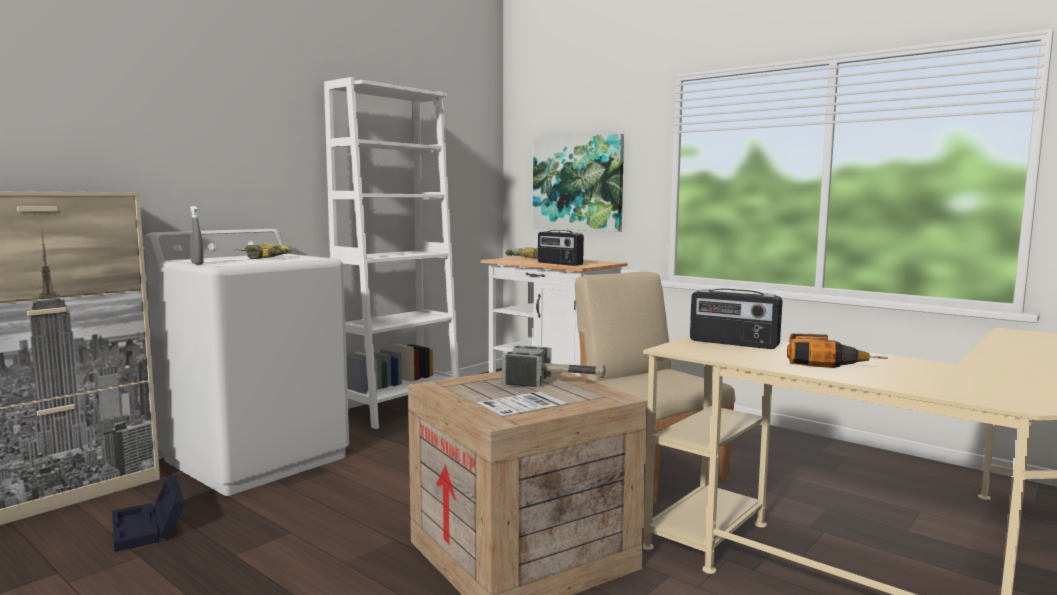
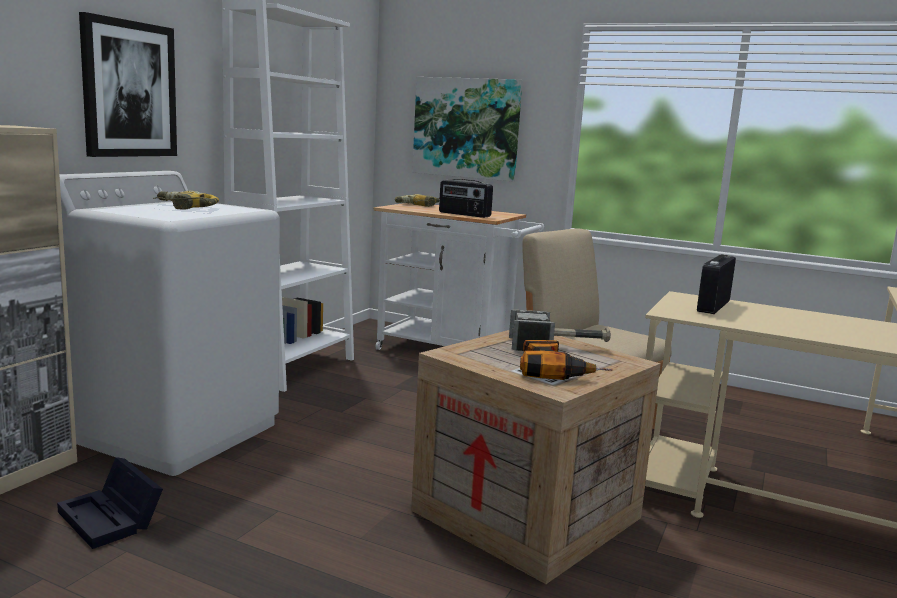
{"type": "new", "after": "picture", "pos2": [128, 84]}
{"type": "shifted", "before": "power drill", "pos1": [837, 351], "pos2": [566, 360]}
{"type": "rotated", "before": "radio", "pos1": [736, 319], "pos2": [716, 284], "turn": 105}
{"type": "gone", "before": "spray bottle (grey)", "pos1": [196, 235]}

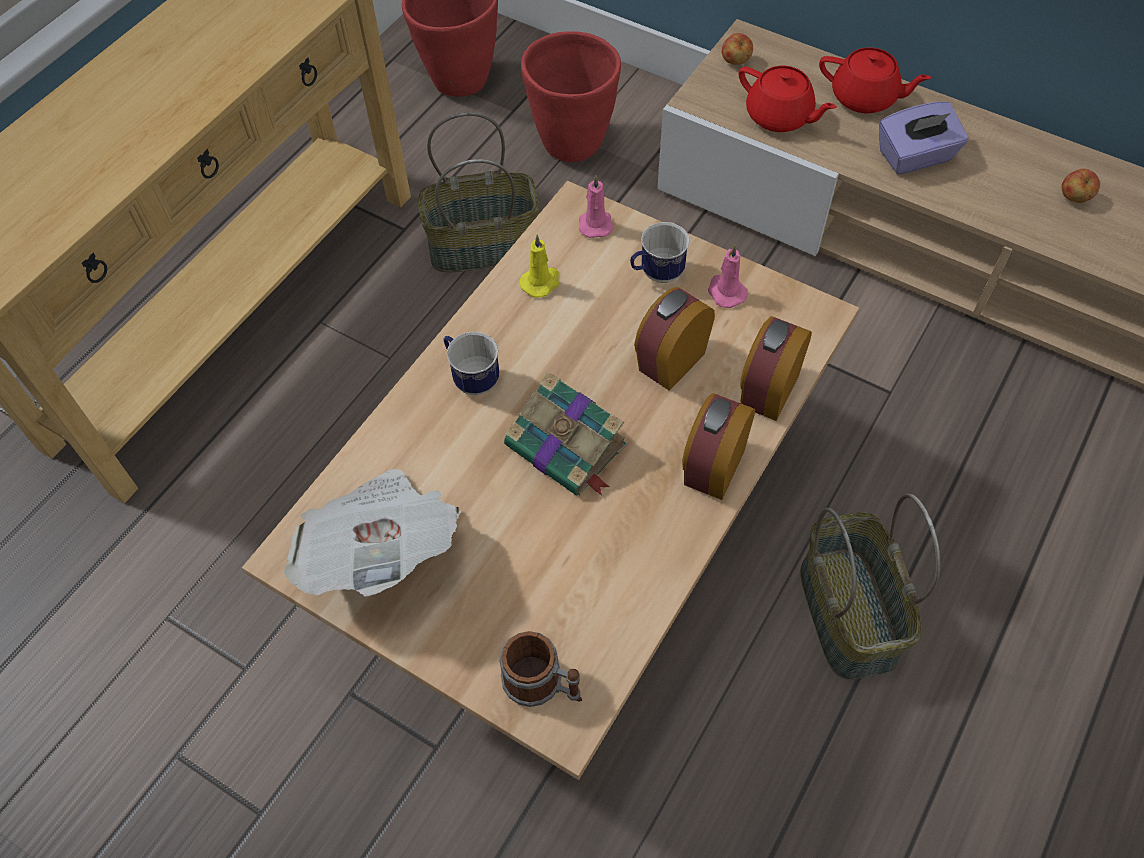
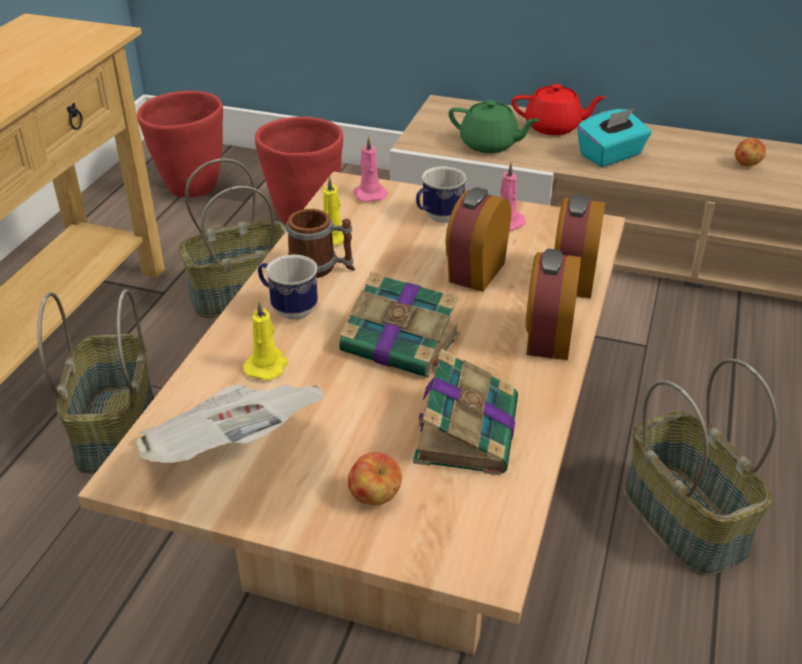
{"type": "new", "after": "basket", "pos2": [95, 381]}
{"type": "new", "after": "candle (yellow)", "pos2": [265, 340]}
{"type": "shifted", "before": "mug", "pos1": [541, 669], "pos2": [321, 243]}
{"type": "shifted", "before": "apple", "pos1": [737, 49], "pos2": [375, 478]}
{"type": "new", "after": "book", "pos2": [465, 412]}
{"type": "repainted", "before": "teapot (red)", "after": "teapot (green)", "pos1": [788, 99], "pos2": [494, 126]}
{"type": "repainted", "before": "tissue box (purple)", "after": "tissue box (turquoise)", "pos1": [924, 138], "pos2": [614, 137]}

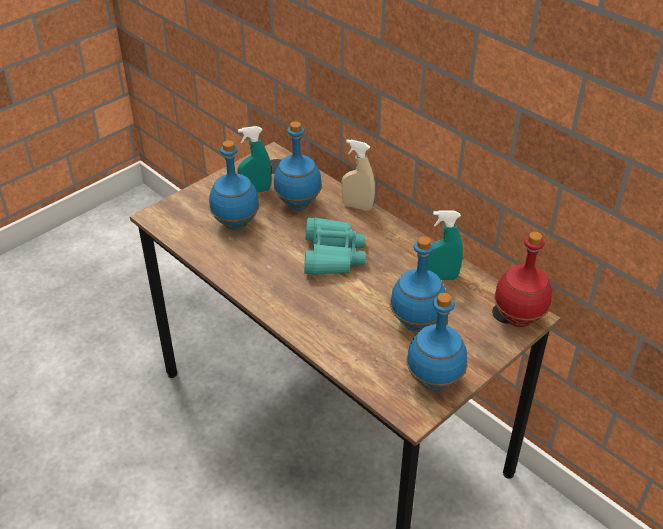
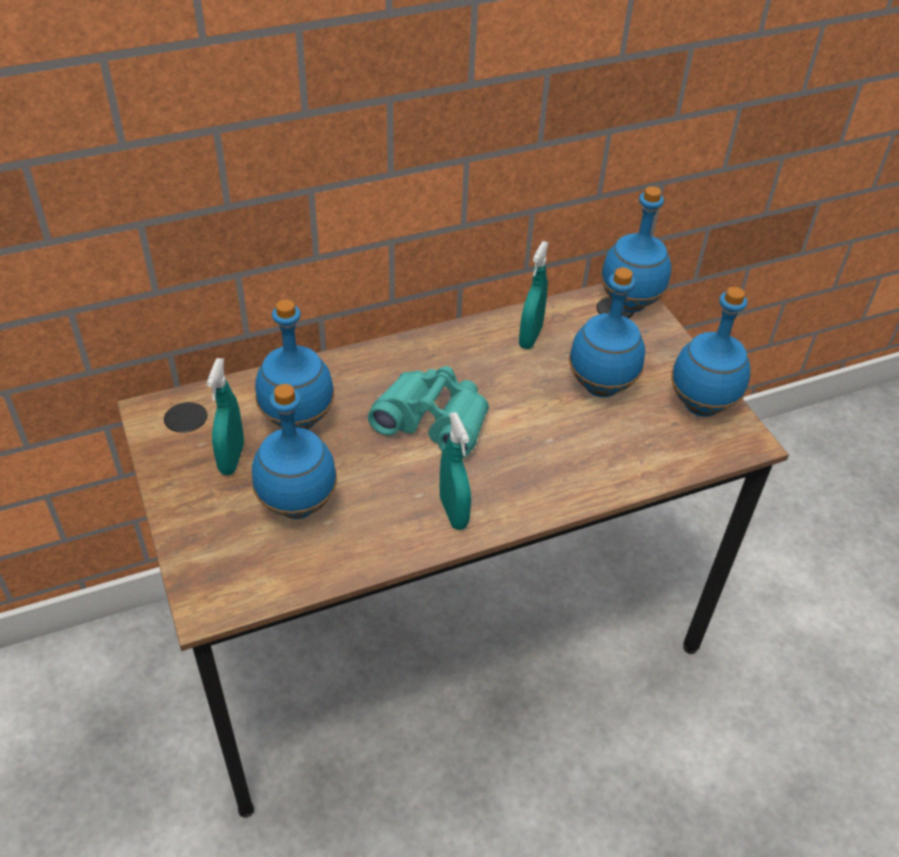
{"type": "new", "after": "spray bottle (turquoise)", "pos2": [455, 471]}
{"type": "repainted", "before": "bottle (red)", "after": "bottle (blue)", "pos1": [523, 279], "pos2": [636, 249]}
{"type": "gone", "before": "spray bottle (beige)", "pos1": [358, 175]}

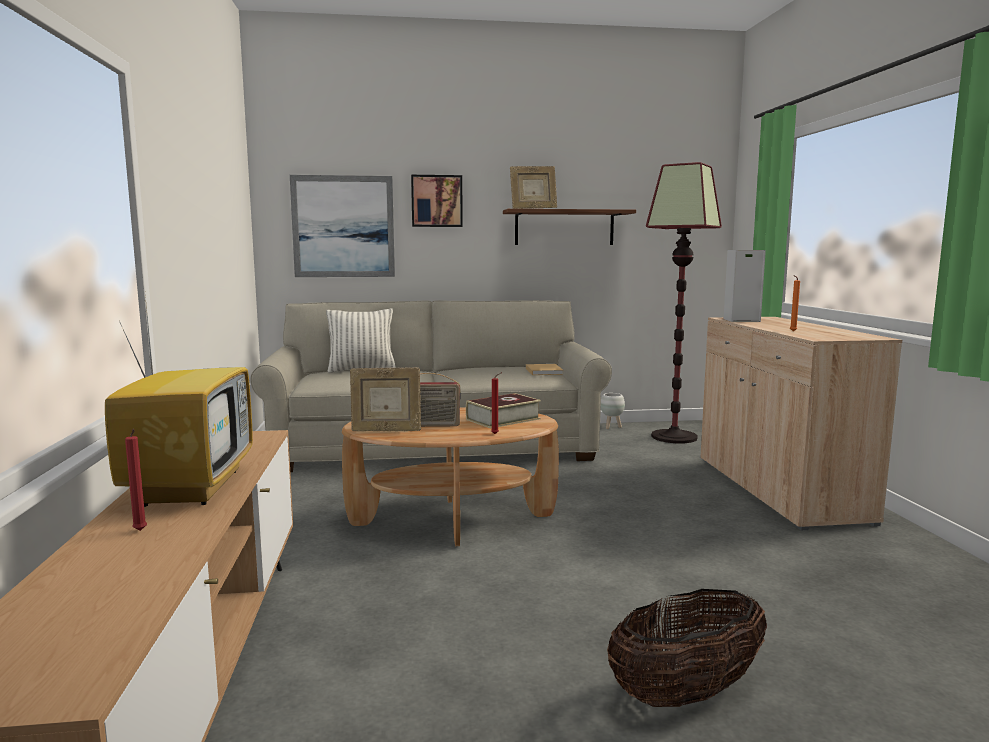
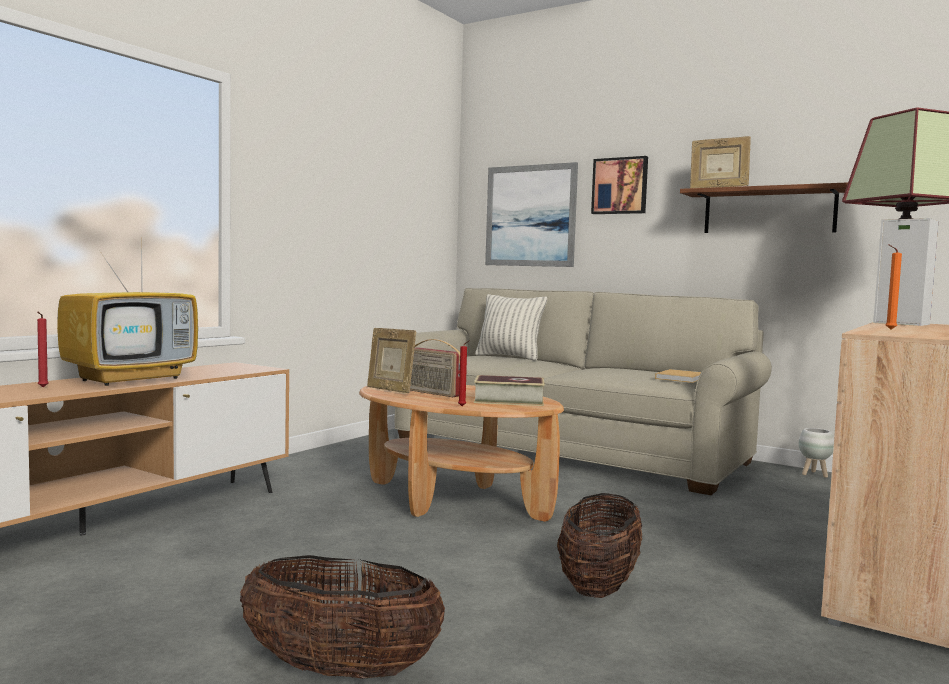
{"type": "new", "after": "basket", "pos2": [599, 545]}

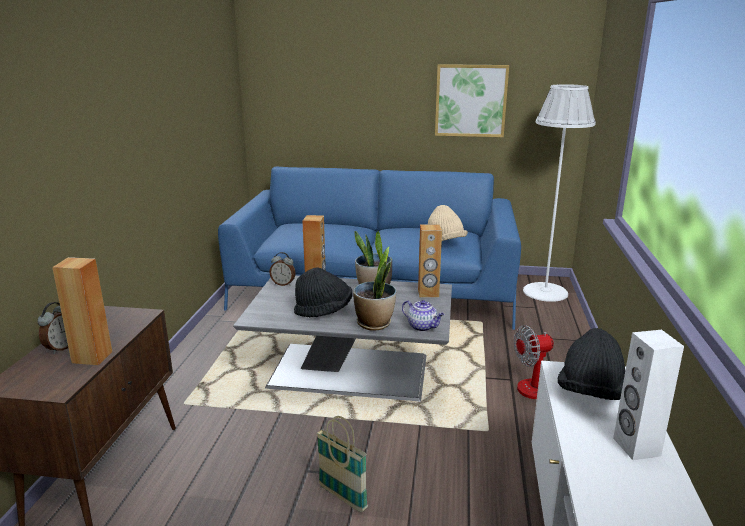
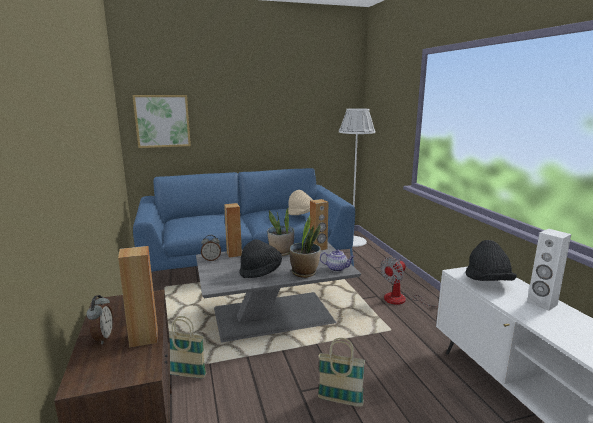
{"type": "shifted", "before": "picture", "pos1": [472, 100], "pos2": [162, 121]}
{"type": "new", "after": "basket", "pos2": [187, 347]}

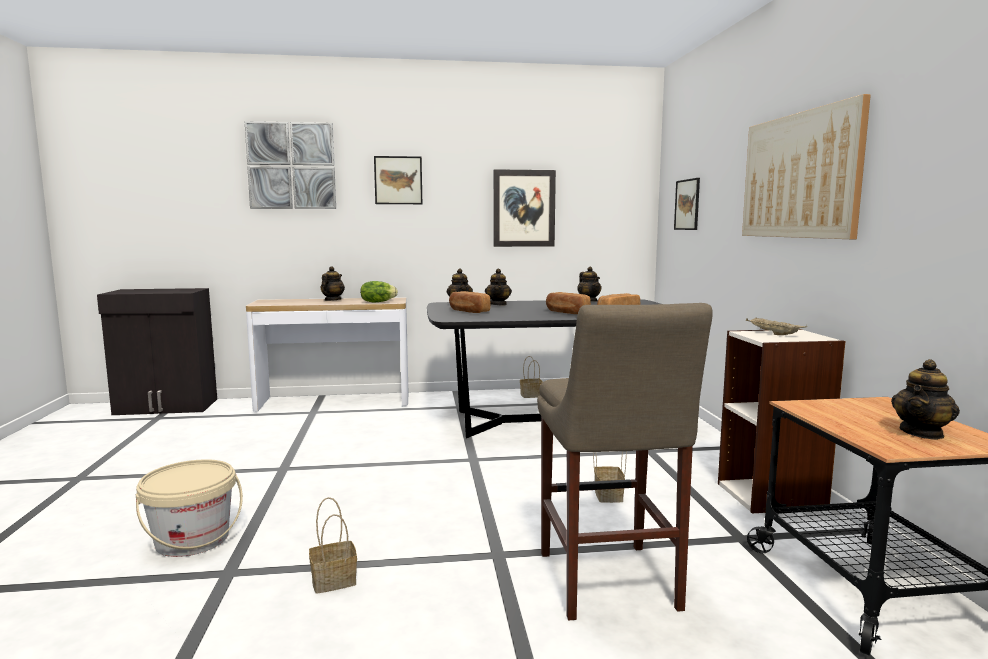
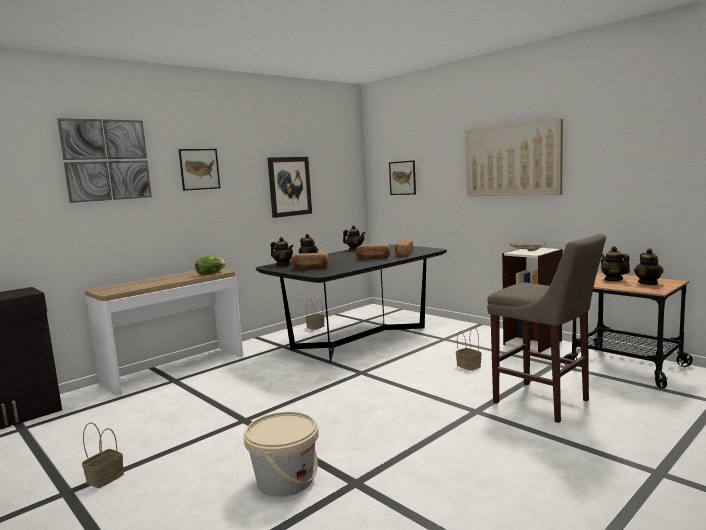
{"type": "shifted", "before": "basket", "pos1": [333, 545], "pos2": [103, 455]}
{"type": "shifted", "before": "teapot", "pos1": [333, 283], "pos2": [615, 263]}

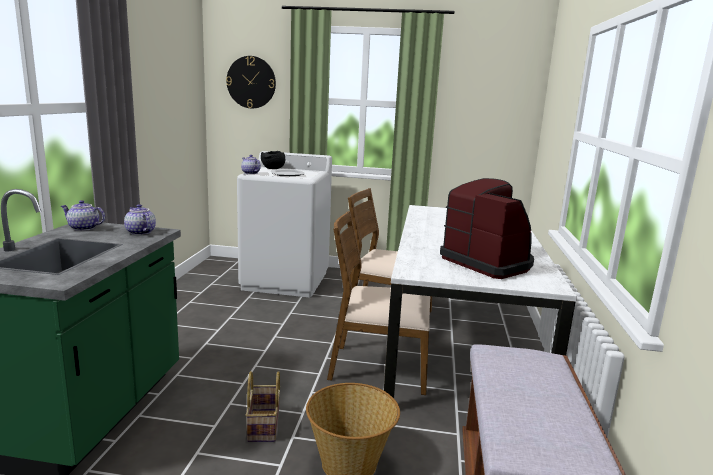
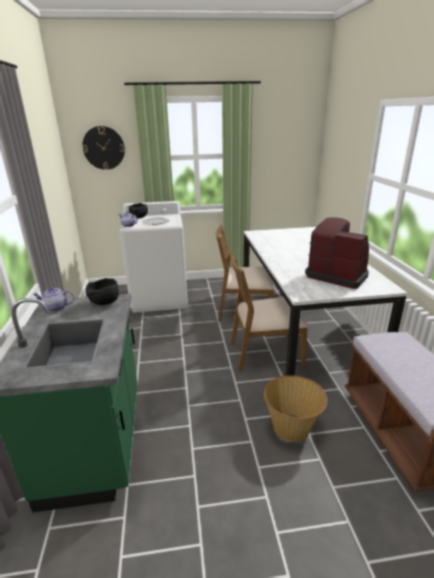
{"type": "swapped", "before": "teapot", "after": "bowl (black)", "pos1": [140, 219], "pos2": [102, 291]}
{"type": "gone", "before": "basket", "pos1": [263, 406]}

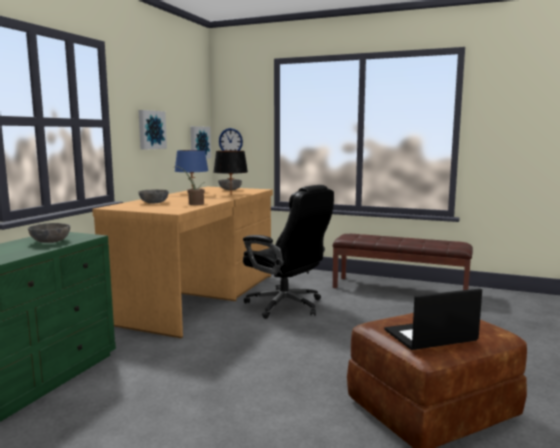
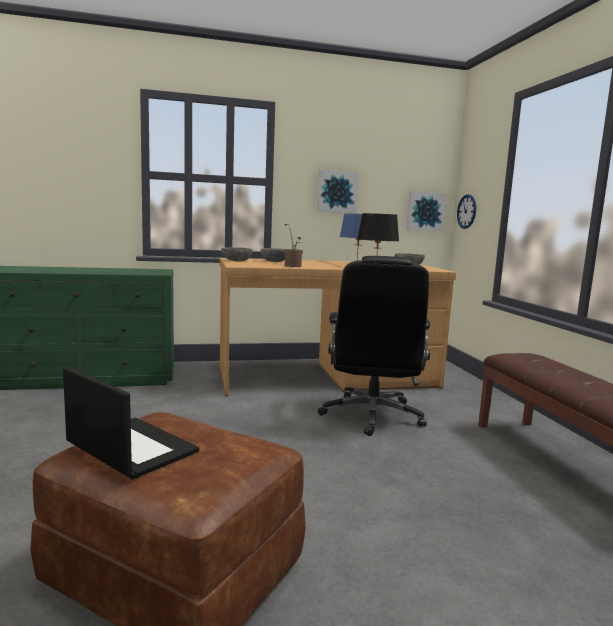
{"type": "shifted", "before": "bowl (grey)", "pos1": [49, 233], "pos2": [237, 254]}

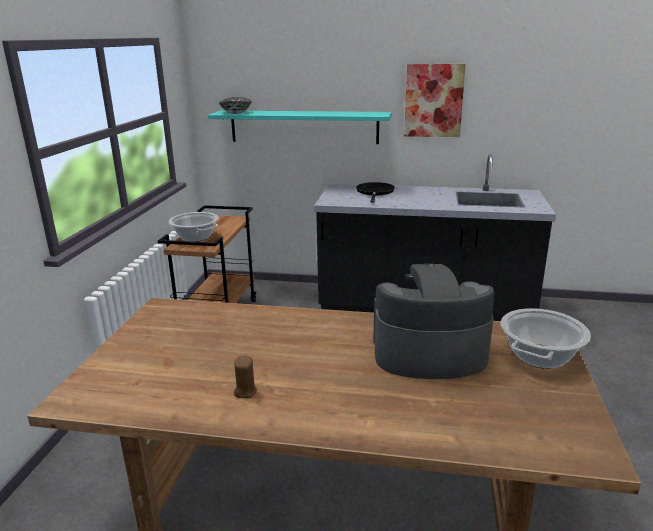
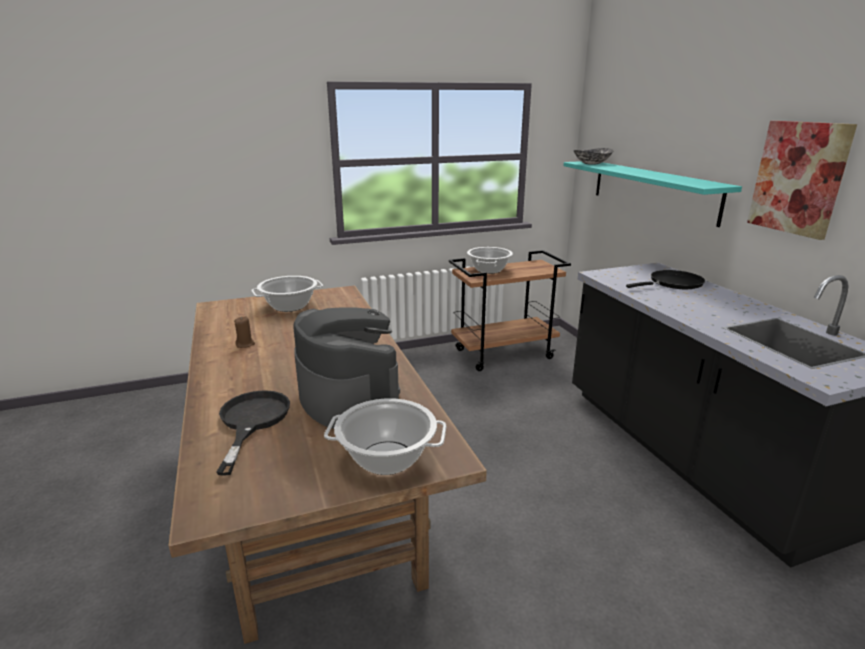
{"type": "new", "after": "frying pan (black)", "pos2": [253, 433]}
{"type": "new", "after": "cooking pot", "pos2": [287, 294]}

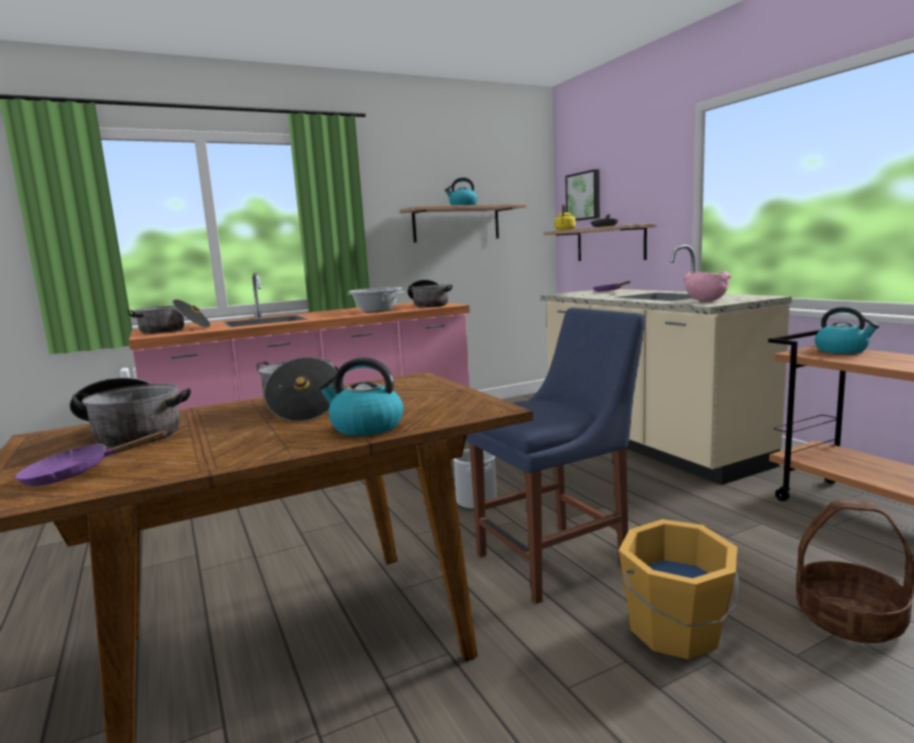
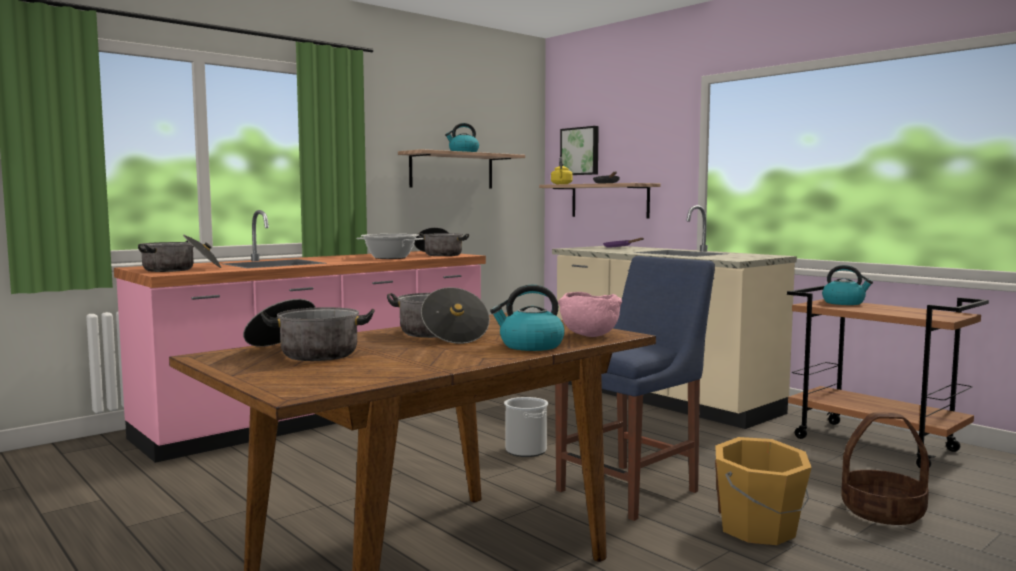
{"type": "shifted", "before": "bowl (pink)", "pos1": [707, 286], "pos2": [590, 314]}
{"type": "gone", "before": "frying pan (purple)", "pos1": [91, 458]}

